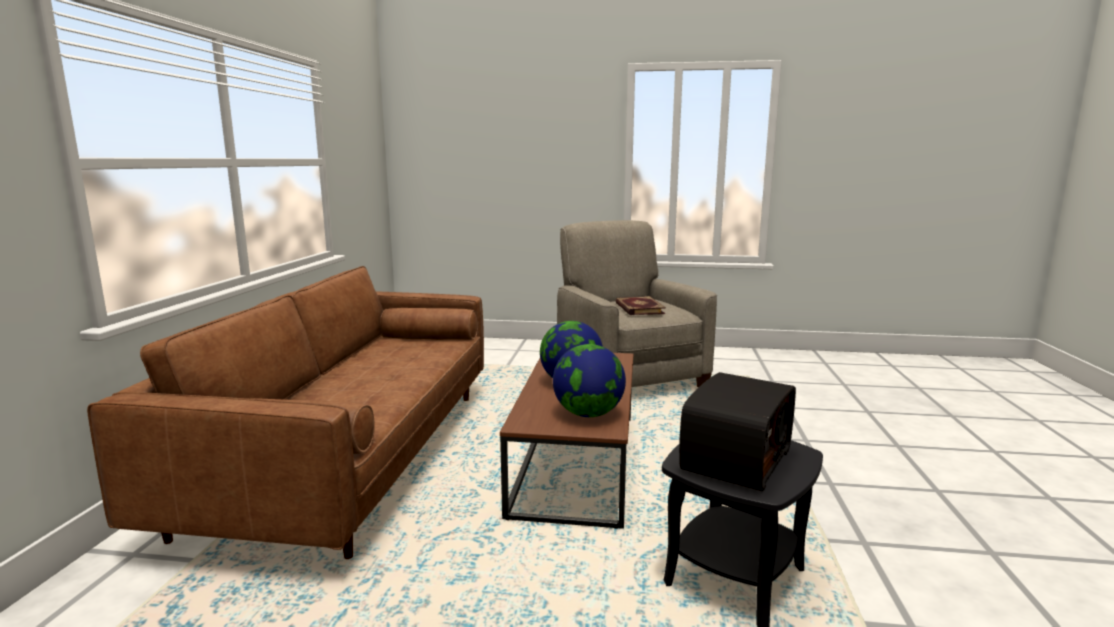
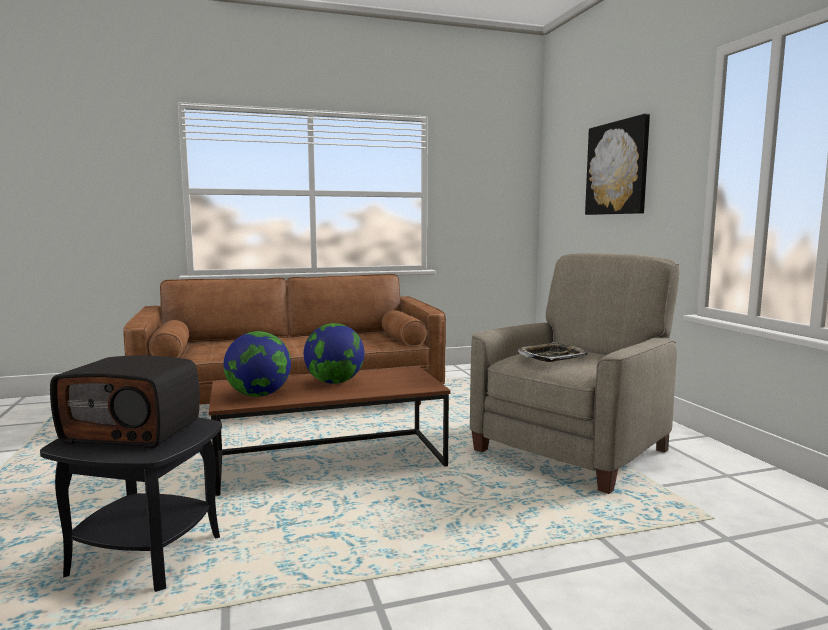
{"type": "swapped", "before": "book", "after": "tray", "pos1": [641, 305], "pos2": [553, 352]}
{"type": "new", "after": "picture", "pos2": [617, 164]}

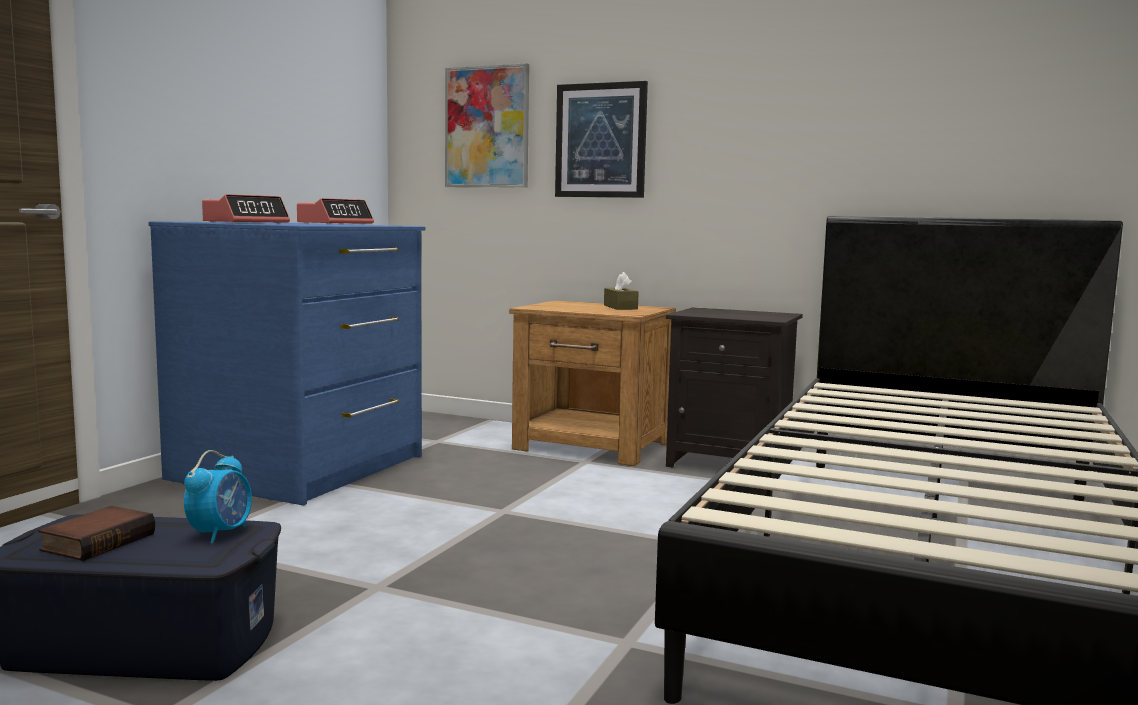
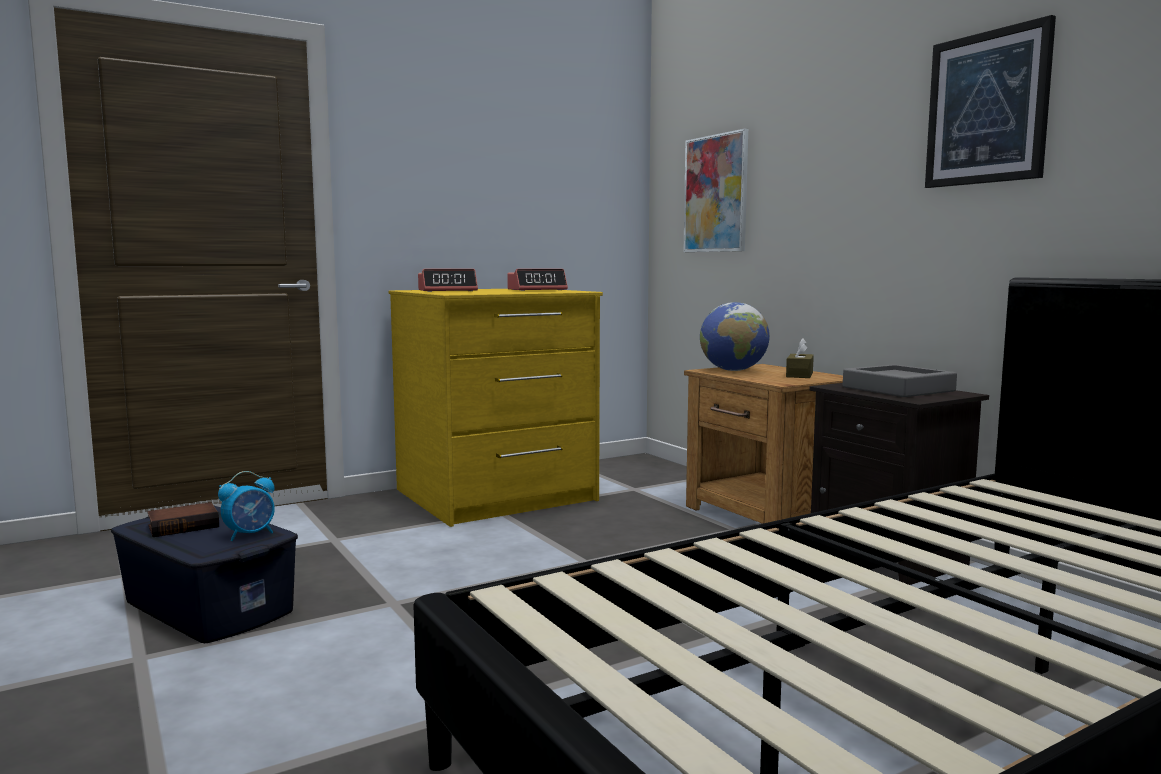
{"type": "repainted", "before": "dresser (blue)", "after": "dresser (yellow)", "pos1": [287, 363], "pos2": [495, 408]}
{"type": "new", "after": "globe", "pos2": [735, 336]}
{"type": "new", "after": "tray (grey)", "pos2": [900, 380]}
{"type": "shifted", "before": "picture", "pos1": [601, 139], "pos2": [990, 101]}

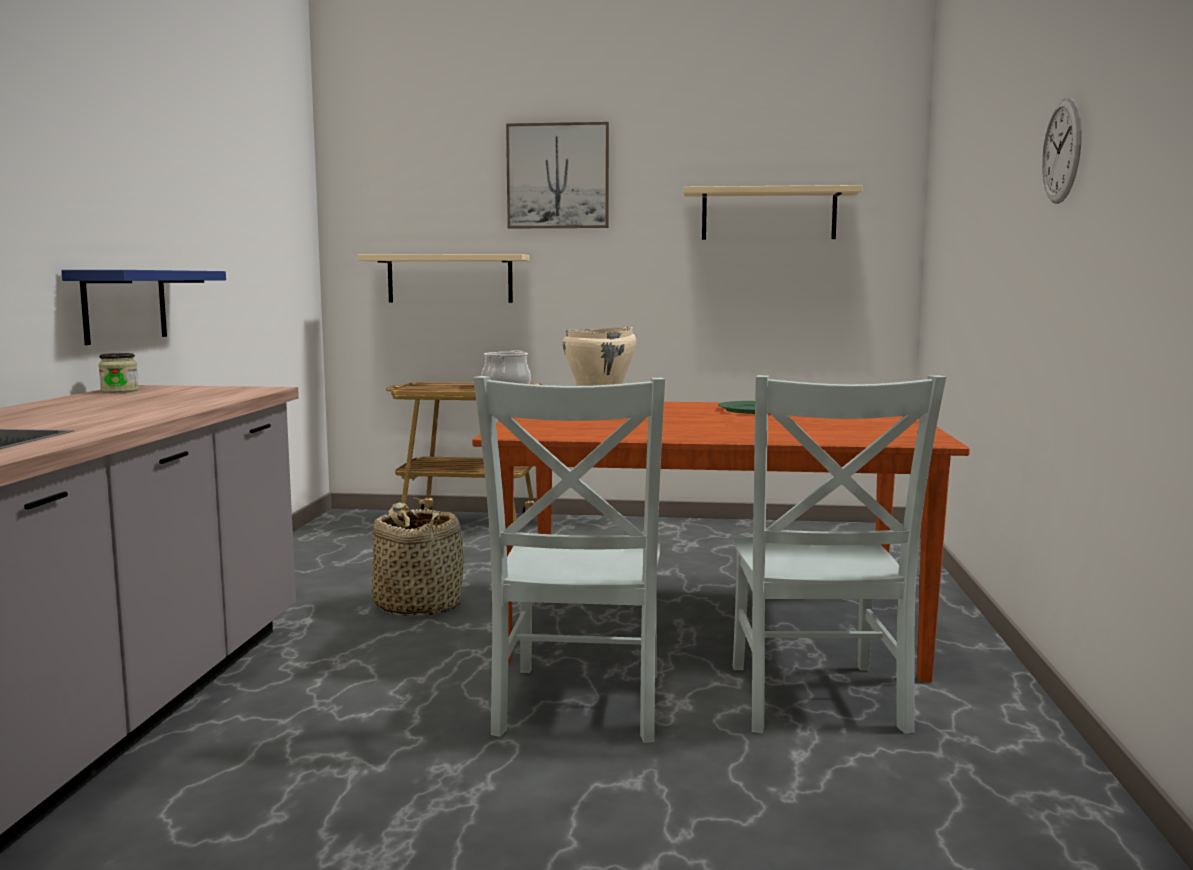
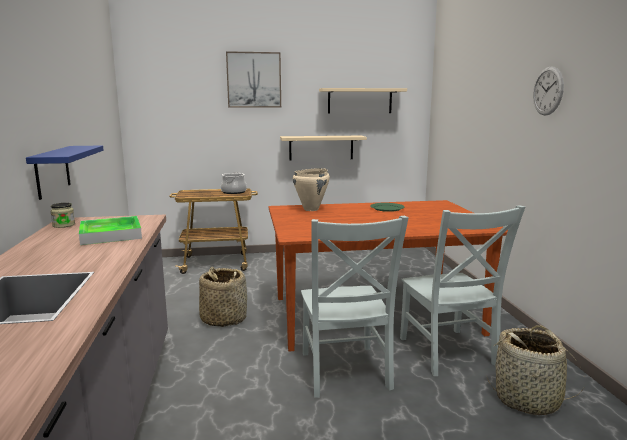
{"type": "new", "after": "tray", "pos2": [110, 230]}
{"type": "shifted", "before": "shelf (beige)", "pos1": [444, 278], "pos2": [323, 148]}
{"type": "new", "after": "basket", "pos2": [536, 370]}

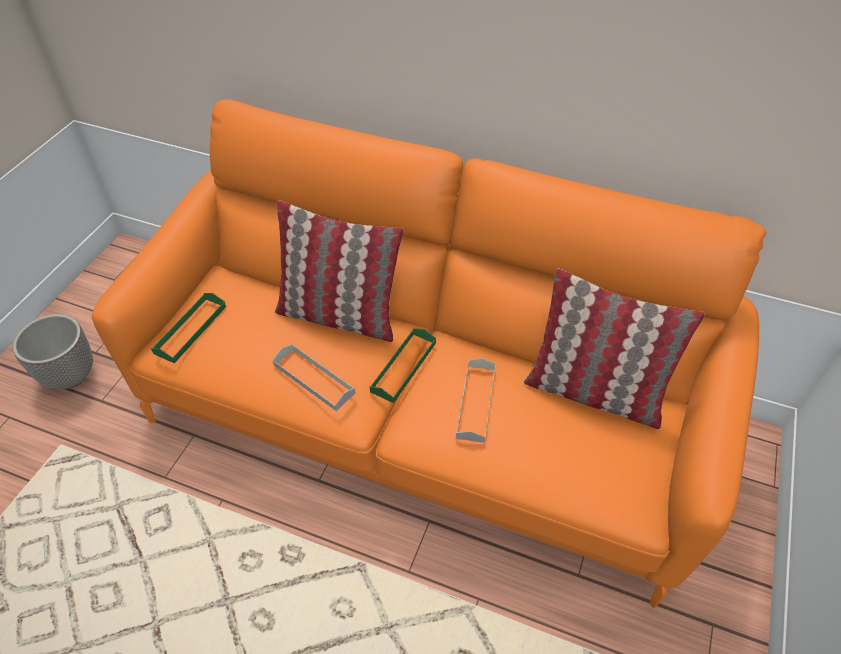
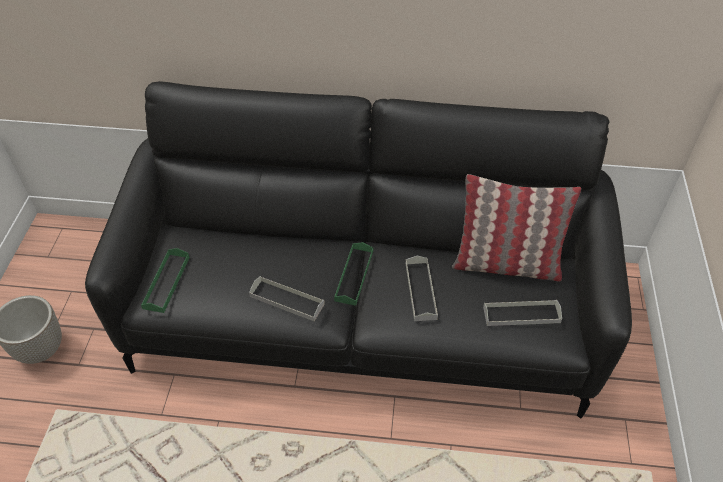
{"type": "repainted", "before": "sofa (orange)", "after": "sofa (black)", "pos1": [429, 353], "pos2": [358, 250]}
{"type": "new", "after": "tray (grey)", "pos2": [522, 313]}
{"type": "gone", "before": "pillow", "pos1": [339, 271]}

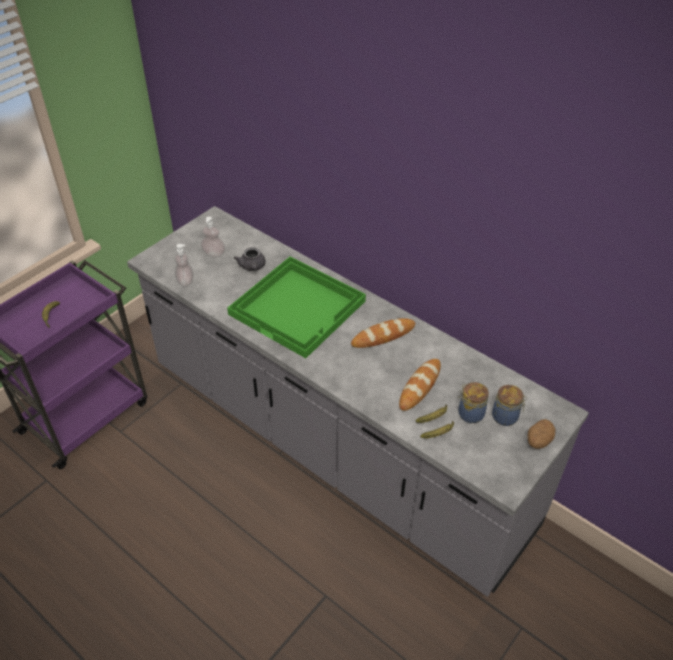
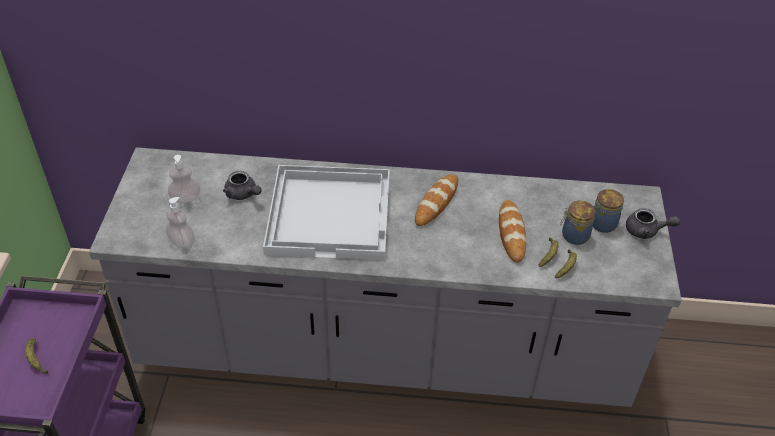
{"type": "repainted", "before": "tray (green)", "after": "tray (white)", "pos1": [296, 307], "pos2": [326, 212]}
{"type": "swapped", "before": "potato", "after": "teapot (grey)", "pos1": [541, 434], "pos2": [653, 223]}

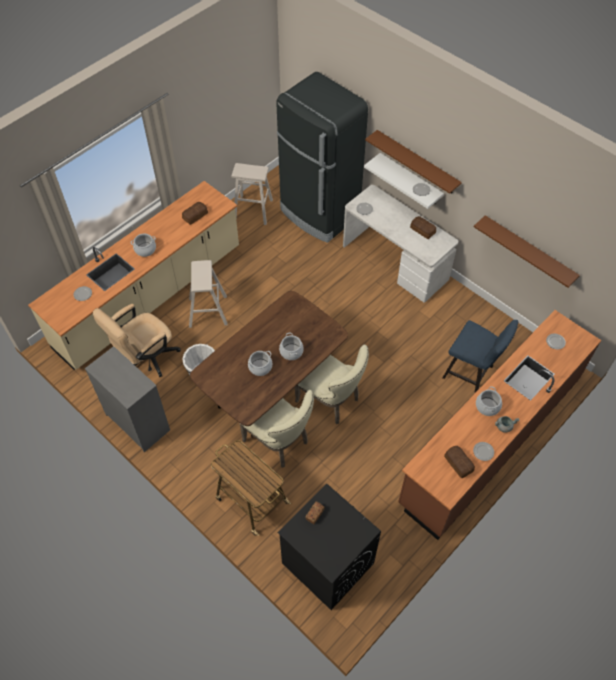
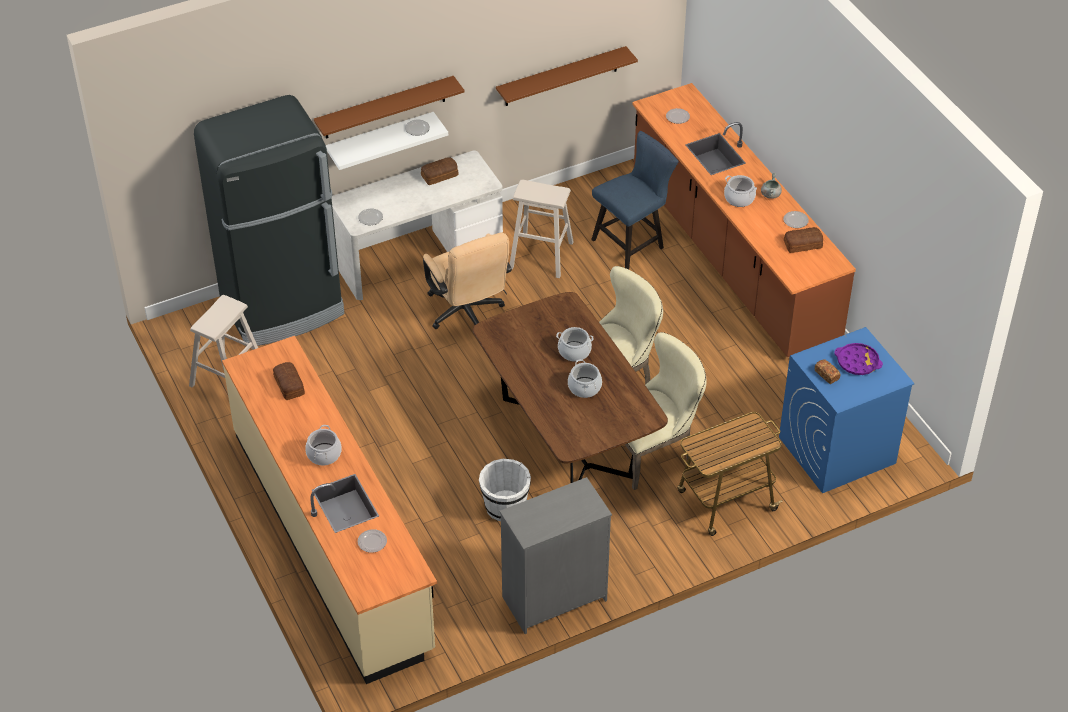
{"type": "shifted", "before": "office chair (beige)", "pos1": [137, 340], "pos2": [467, 280]}
{"type": "shifted", "before": "stool (beige)", "pos1": [208, 294], "pos2": [542, 229]}
{"type": "repainted", "before": "washing machine (black)", "after": "washing machine (blue)", "pos1": [329, 547], "pos2": [847, 410]}
{"type": "new", "after": "tray (purple)", "pos2": [858, 359]}

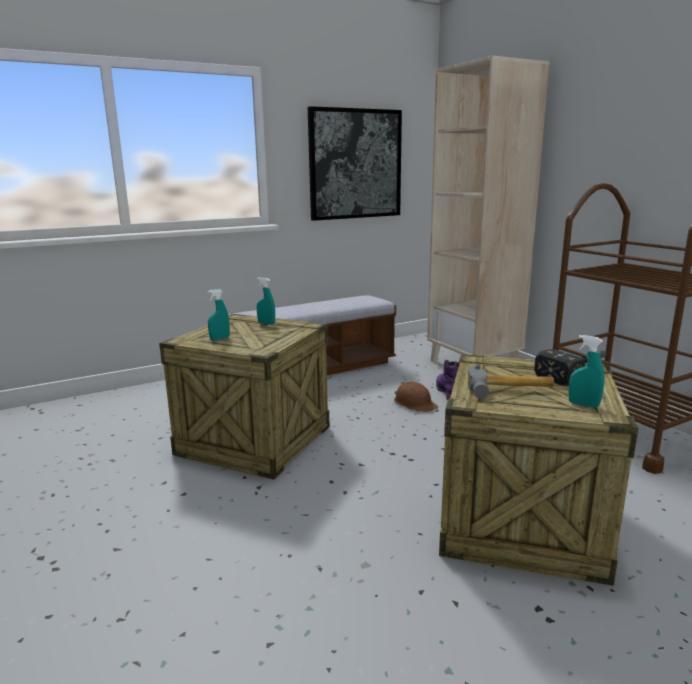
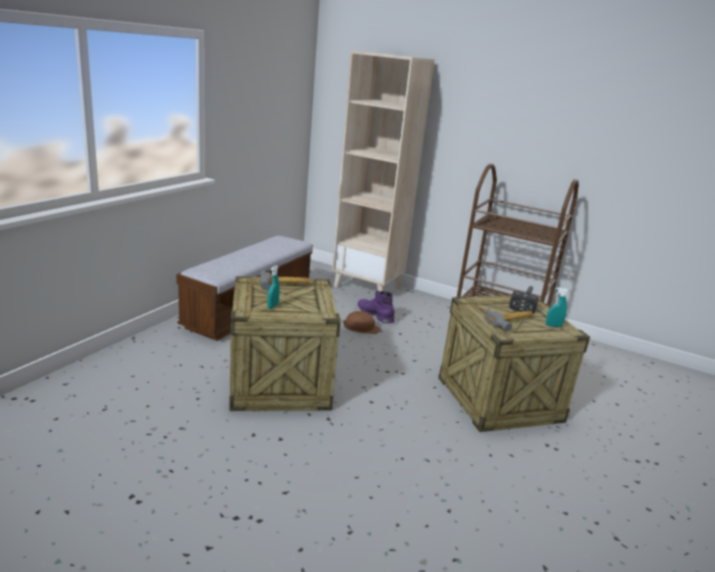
{"type": "swapped", "before": "spray bottle (turquoise)", "after": "hammer", "pos1": [266, 301], "pos2": [284, 280]}
{"type": "gone", "before": "picture", "pos1": [355, 163]}

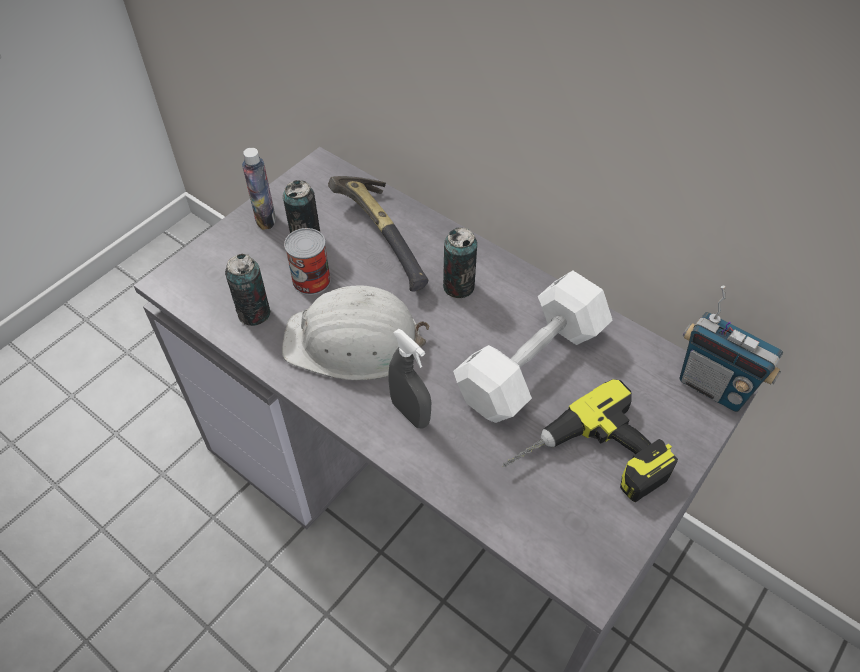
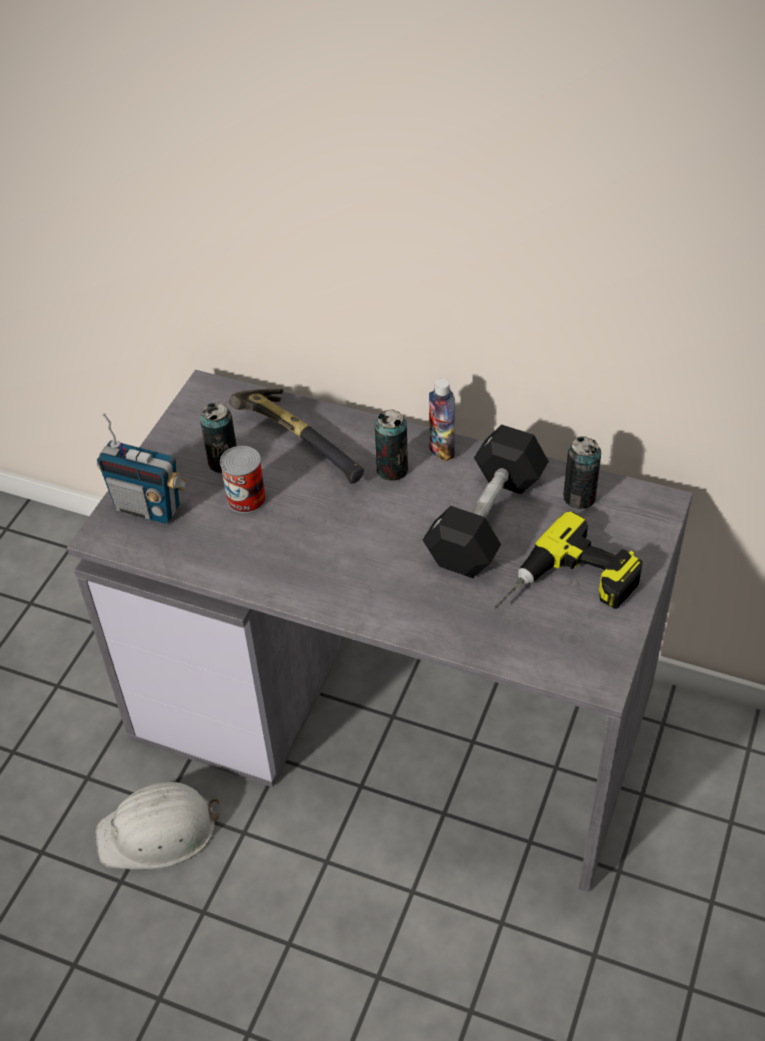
{"type": "shifted", "before": "hard hat (white)", "pos1": [355, 332], "pos2": [157, 826]}
{"type": "shifted", "before": "radio", "pos1": [731, 349], "pos2": [142, 468]}
{"type": "repainted", "before": "dumbbell (white)", "after": "dumbbell (black)", "pos1": [532, 346], "pos2": [486, 501]}
{"type": "shifted", "before": "bottle", "pos1": [259, 189], "pos2": [442, 419]}
{"type": "shifted", "before": "can", "pos1": [248, 290], "pos2": [582, 472]}
{"type": "gone", "before": "spray bottle (grey)", "pos1": [409, 378]}

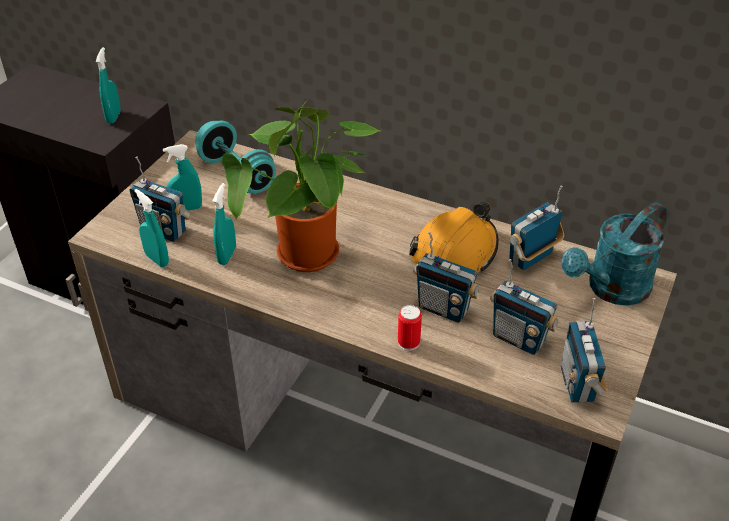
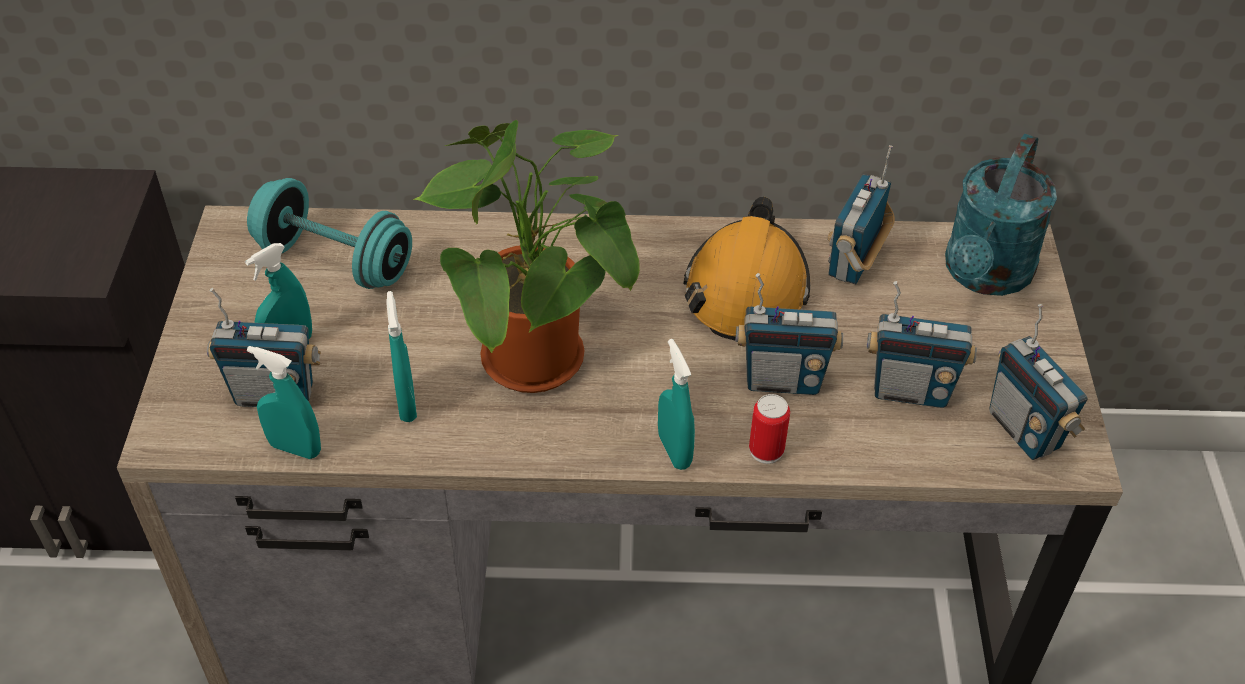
{"type": "shifted", "before": "spray bottle (turquoise)", "pos1": [108, 85], "pos2": [676, 404]}

